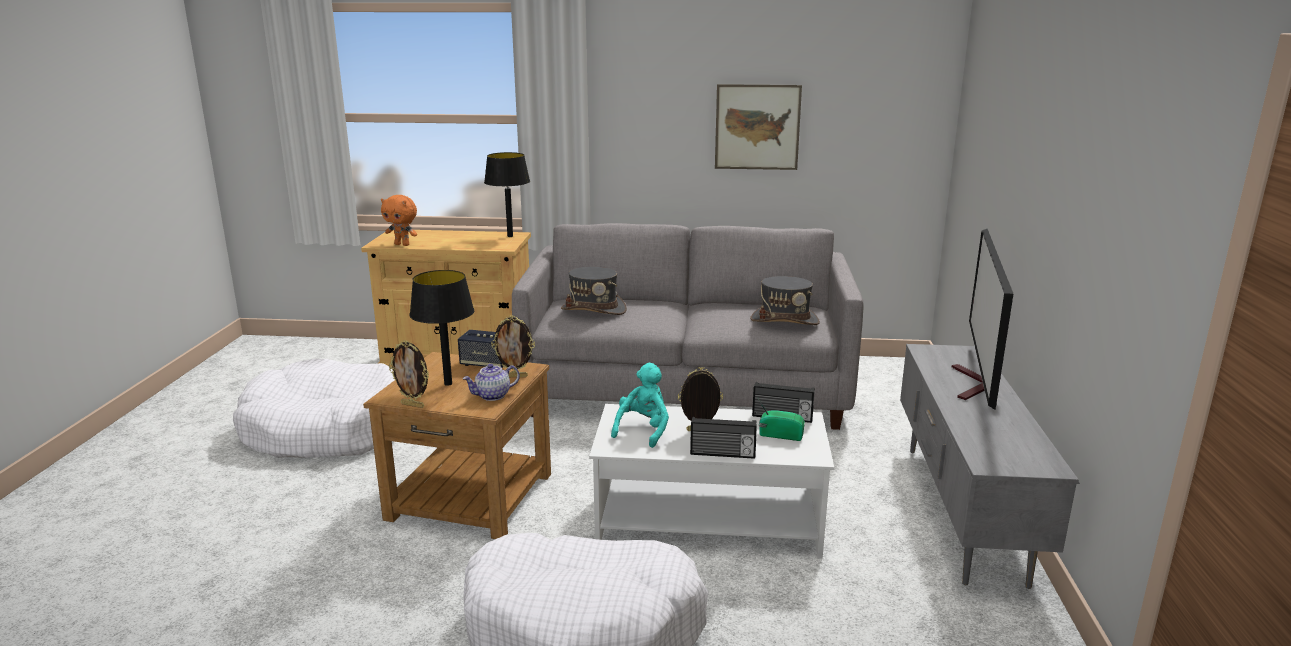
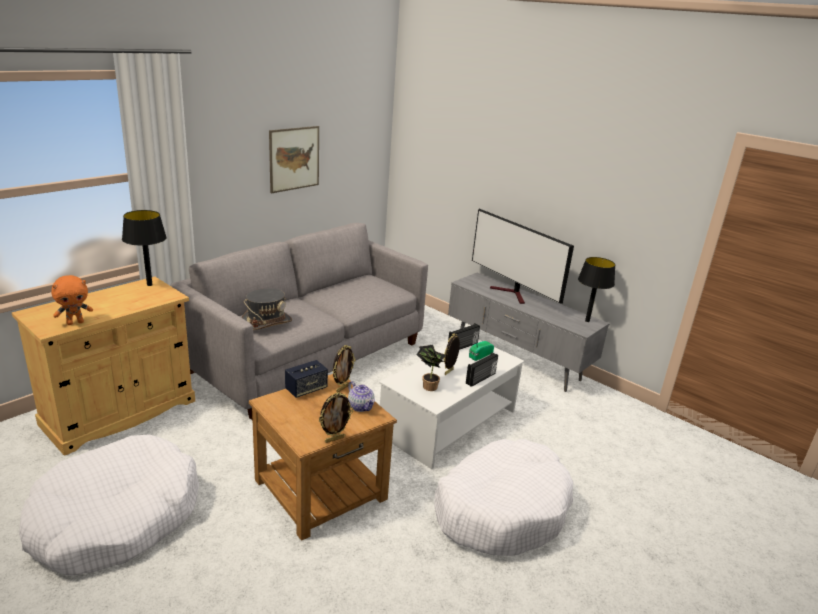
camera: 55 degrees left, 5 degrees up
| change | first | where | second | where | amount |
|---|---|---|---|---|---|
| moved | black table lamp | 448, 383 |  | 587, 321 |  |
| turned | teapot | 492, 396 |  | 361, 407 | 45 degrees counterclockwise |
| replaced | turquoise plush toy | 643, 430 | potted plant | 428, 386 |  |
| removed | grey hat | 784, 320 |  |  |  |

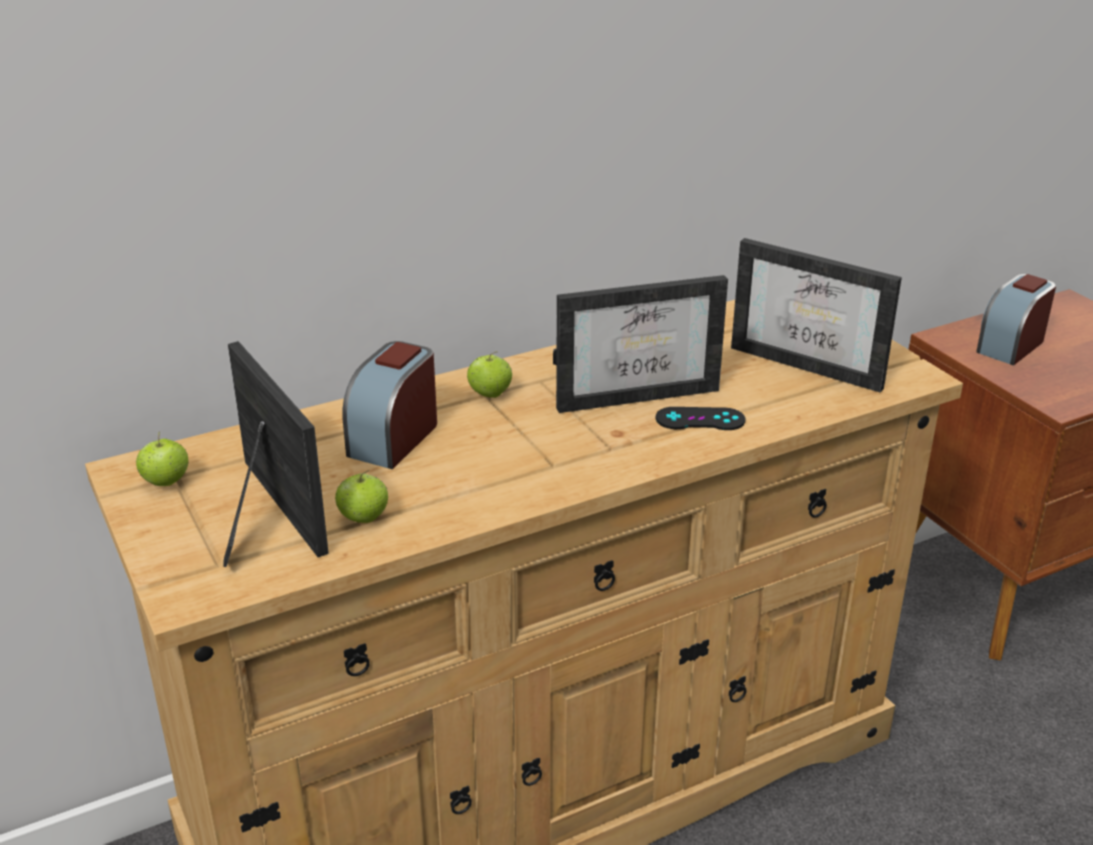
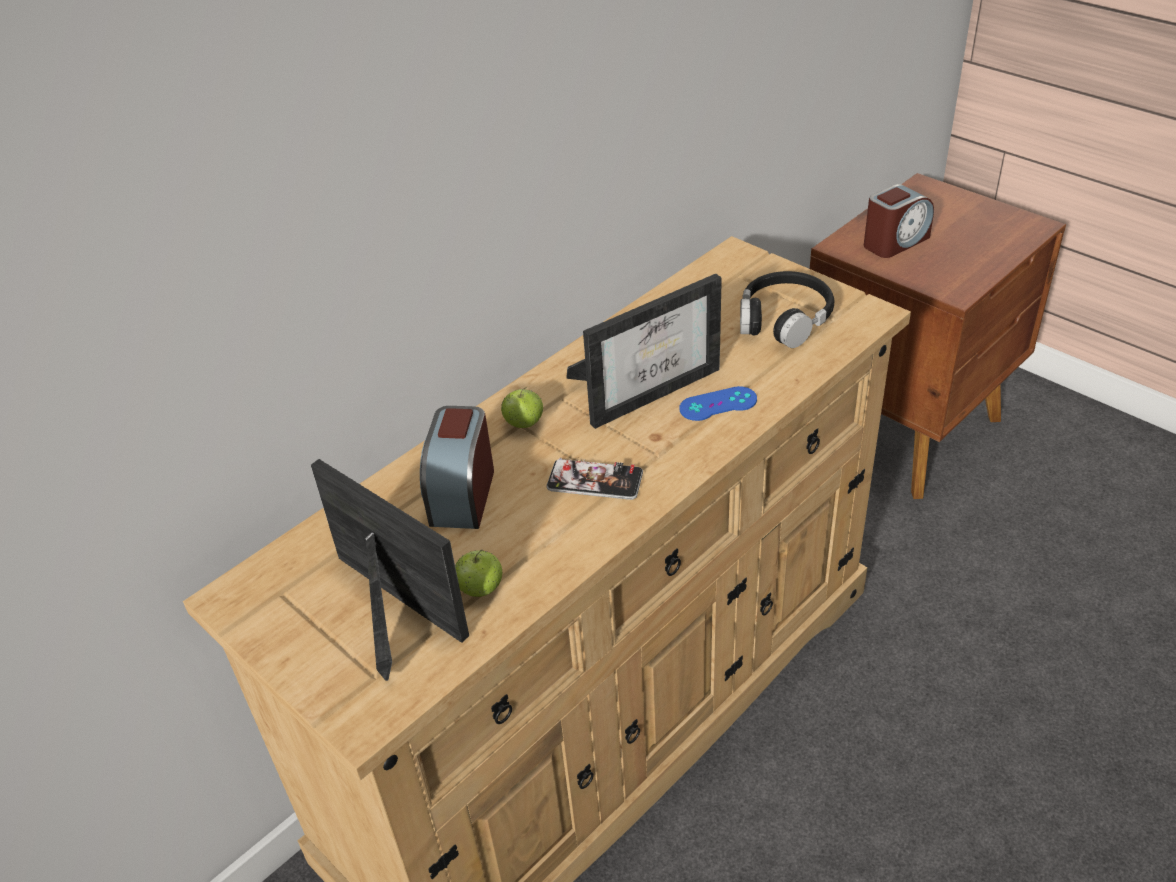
camera: 15 degrees left, 10 degrees up
| change | first | where | second | where | amount |
|---|---|---|---|---|---|
| removed | apple | 166, 483 |  |  |  |
| recoloured | black game controller | 700, 419 | blue game controller | 718, 404 |  |
| replaced | picture frame | 815, 362 | black headphones | 784, 319 |  |
| turned | alarm clock | 1010, 345 |  | 895, 242 | 150 degrees counterclockwise |
| added |  |  | phone | 595, 481 |  |

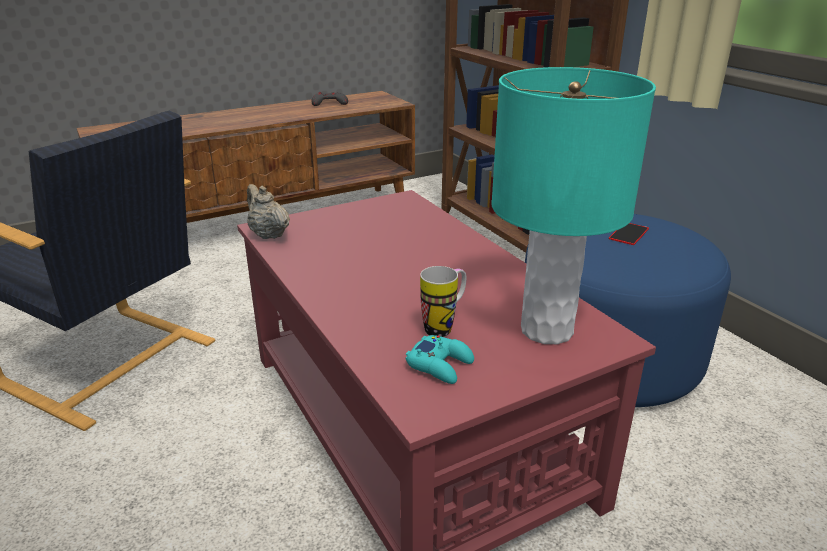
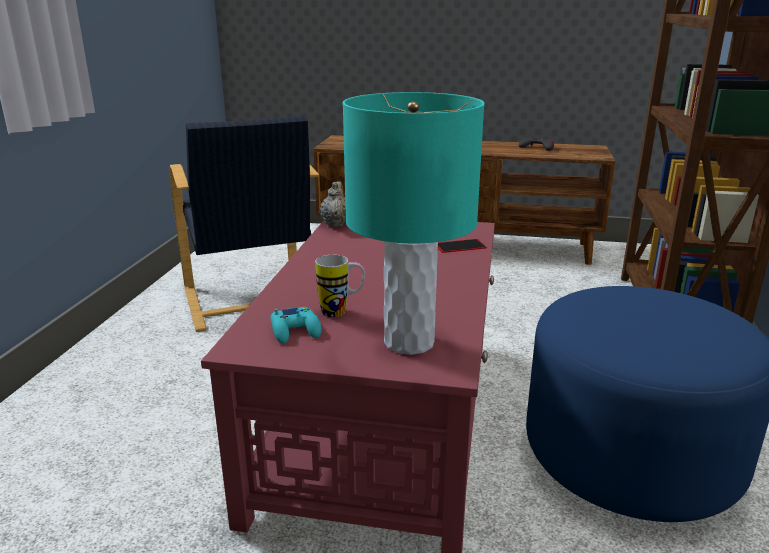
camera: 40 degrees right, 5 degrees down
| change | first | where | second | where | amount |
|---|---|---|---|---|---|
| moved | phone | 629, 233 |  | 460, 246 |  |

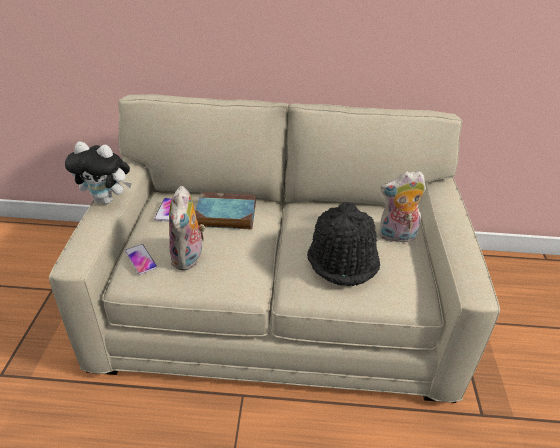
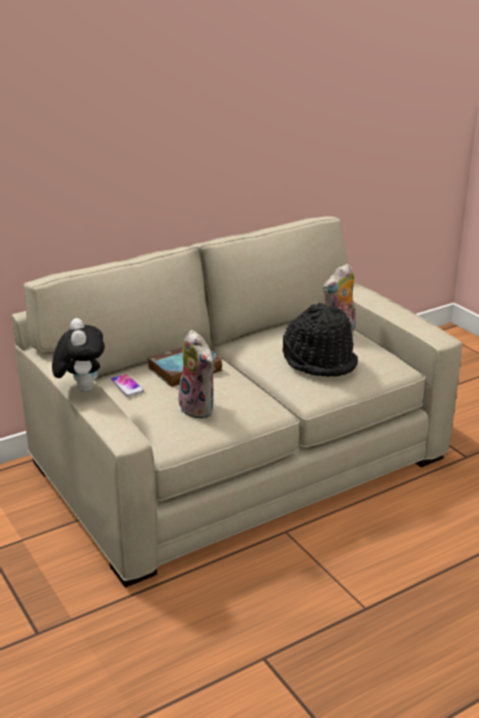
camera: 35 degrees left, 10 degrees down
| change | first | where | second | where | amount |
|---|---|---|---|---|---|
| turned | plush toy | 107, 200 |  | 81, 388 | 75 degrees counterclockwise |
| removed | phone | 140, 259 |  |  |  |

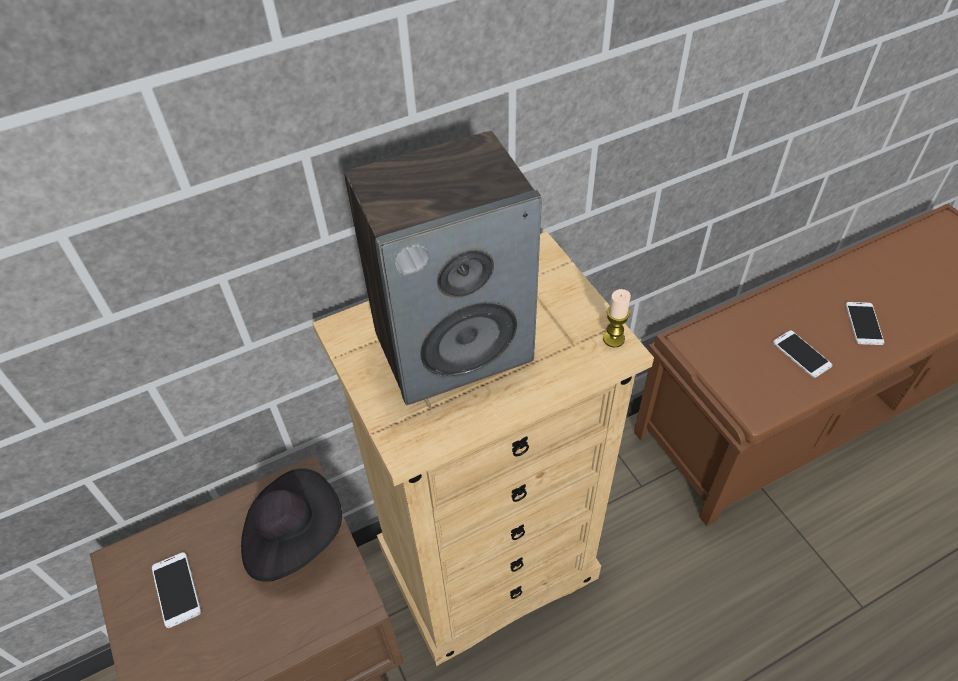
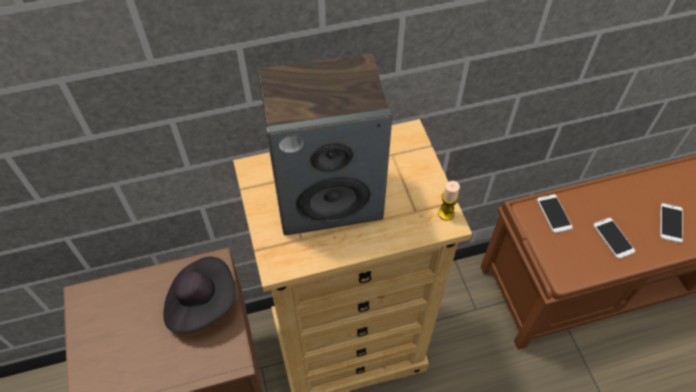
camera: 10 degrees right, 5 degrees up
| change | first | where | second | where | amount |
|---|---|---|---|---|---|
| moved | phone | 176, 589 |  | 554, 213 |  |

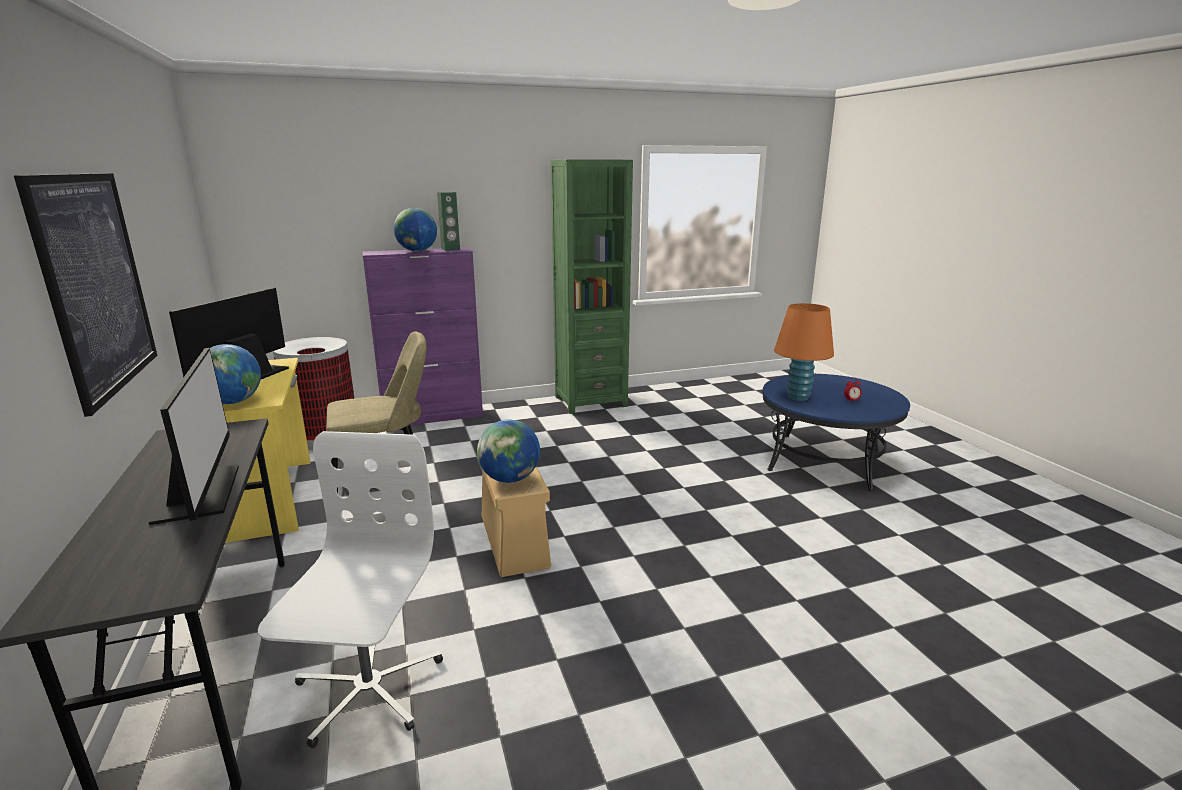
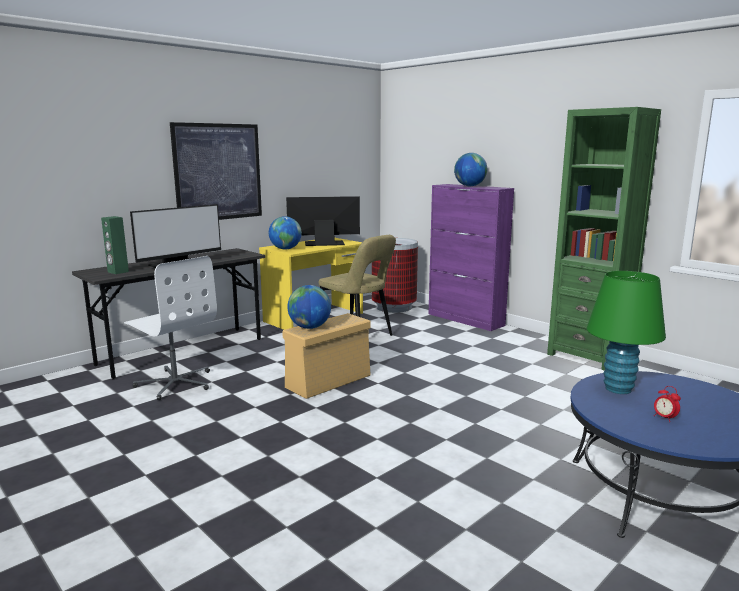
camera: 65 degrees right, 5 degrees down
| change | first | where | second | where | amount |
|---|---|---|---|---|---|
| turned | white office chair | 367, 689 |  | 175, 383 | 60 degrees clockwise |
| moved | green speaker | 450, 249 |  | 118, 272 |  |
| recoloured | orange table lamp | 798, 397 | green table lamp | 618, 389 |  |

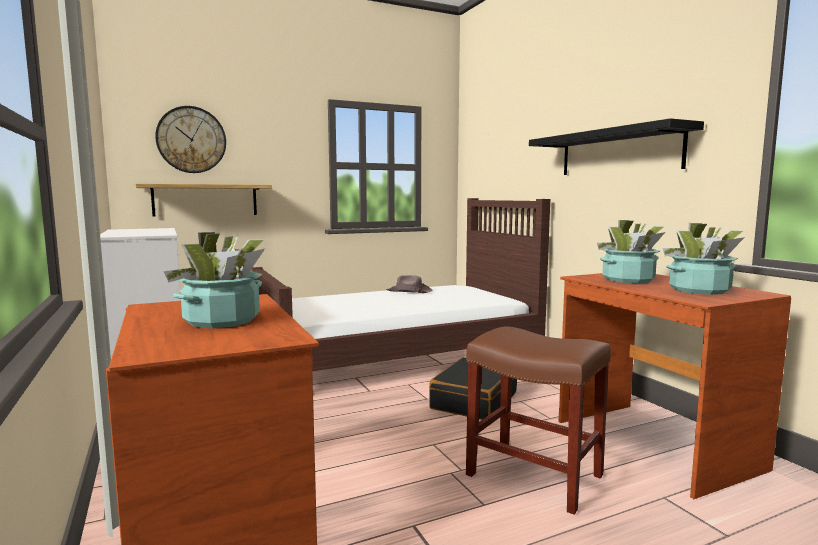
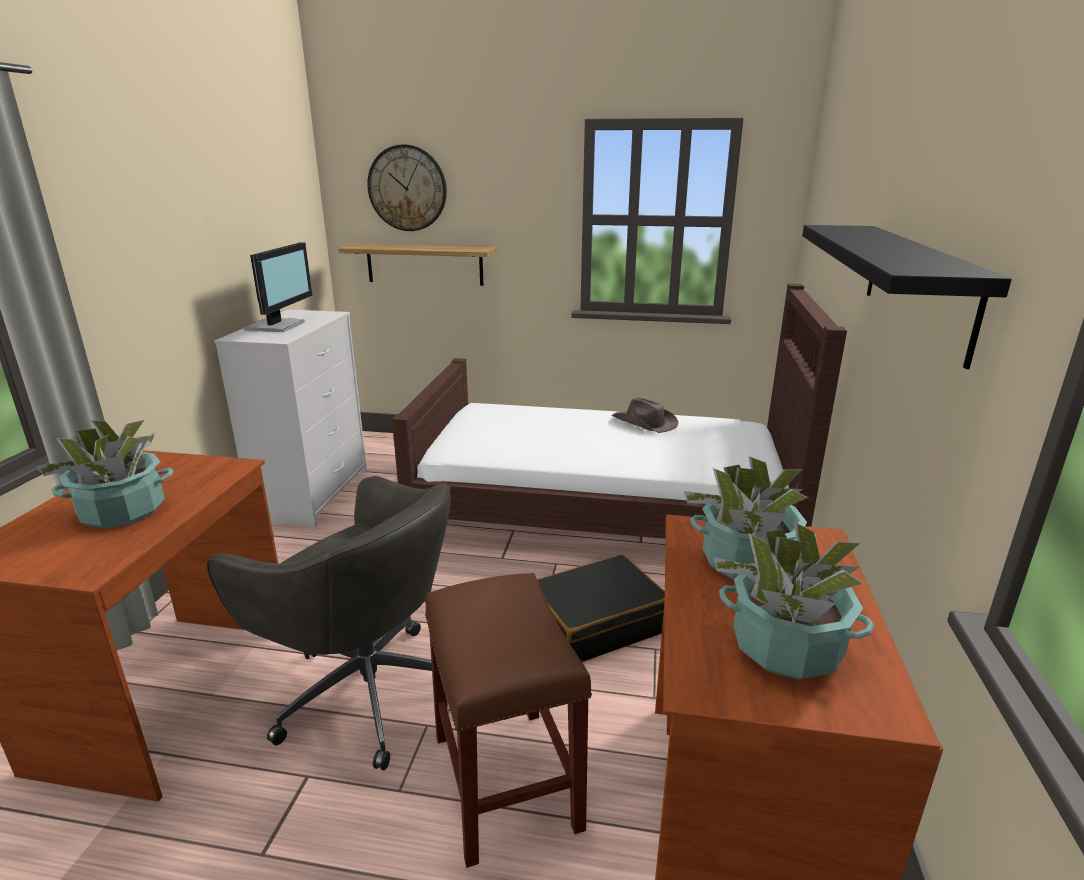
camera: 35 degrees right, 15 degrees up
| change | first | where | second | where | amount |
|---|---|---|---|---|---|
| added |  |  | grey office chair | 366, 689 |  |
| added |  |  | monitor | 278, 326 |  |

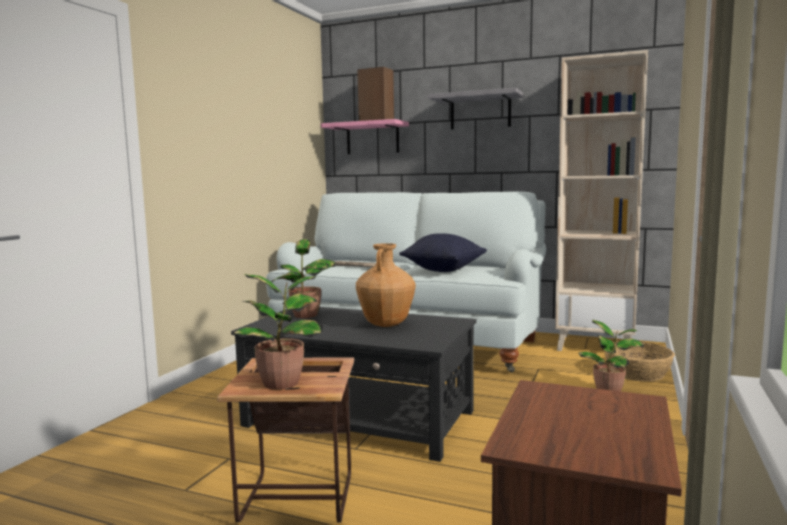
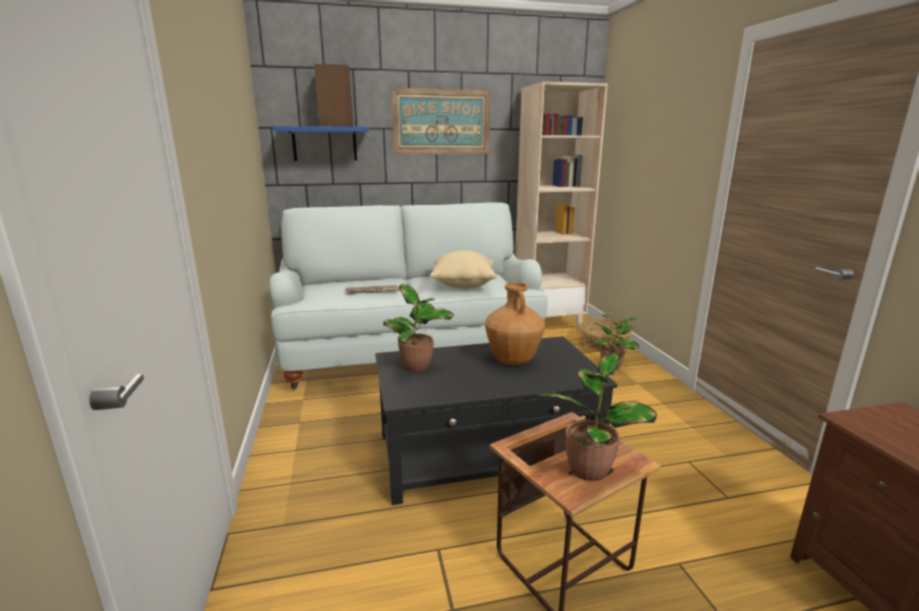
camera: 35 degrees left, 10 degrees up
| change | first | where | second | where | amount |
|---|---|---|---|---|---|
| recoloured | pink shelf | 372, 138 | blue shelf | 324, 144 |  |
| recoloured | black pillow | 443, 270 | beige pillow | 463, 285 |  |
| replaced | grey shelf | 480, 112 | picture | 441, 122 |  |

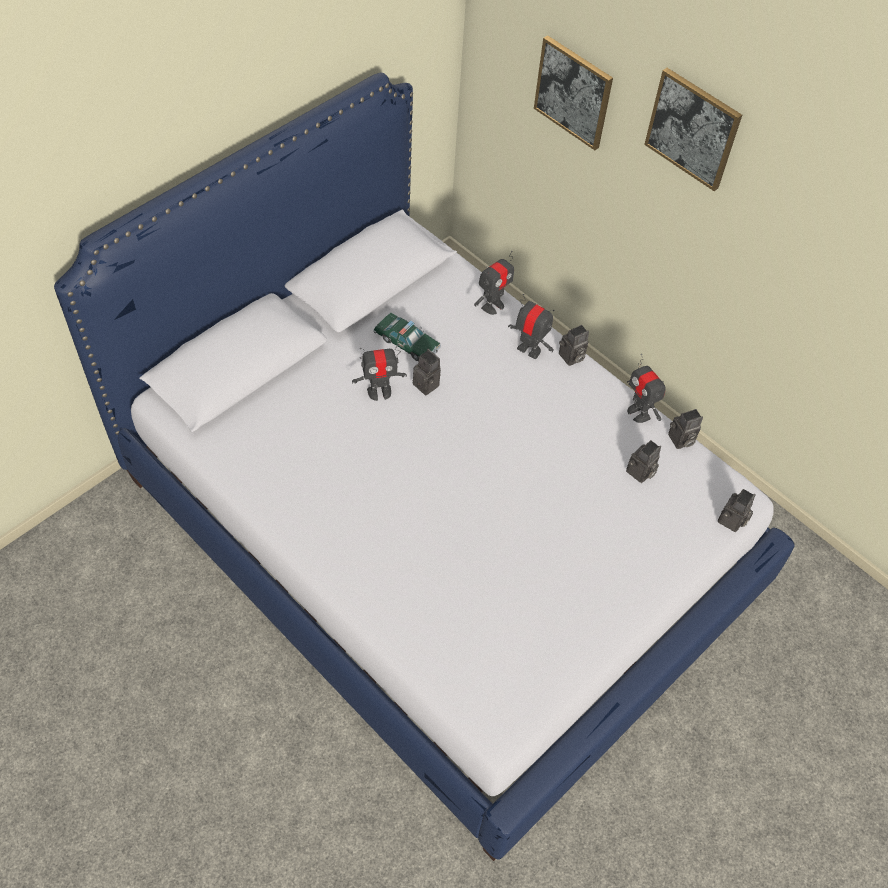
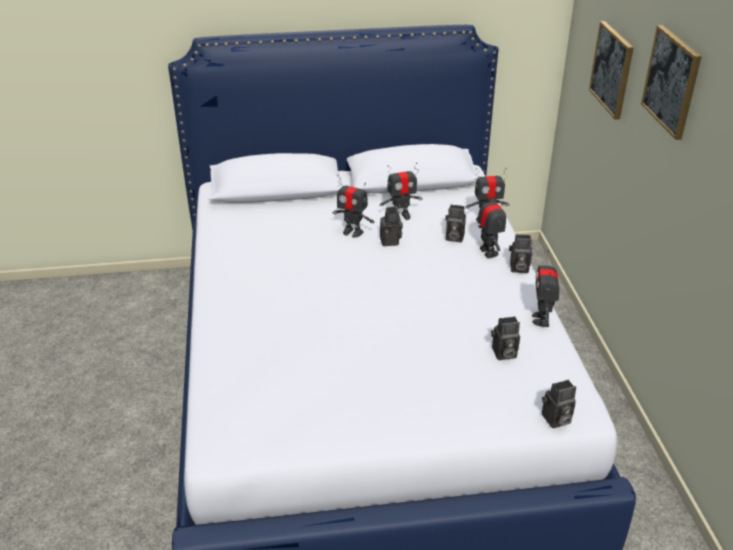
camera: 40 degrees right, 20 degrees down
| change | first | where | second | where | amount |
|---|---|---|---|---|---|
| replaced | toy car | 407, 343 | toy robot | 400, 216 |  |
| moved | photo camera | 680, 440 |  | 453, 237 |  |

